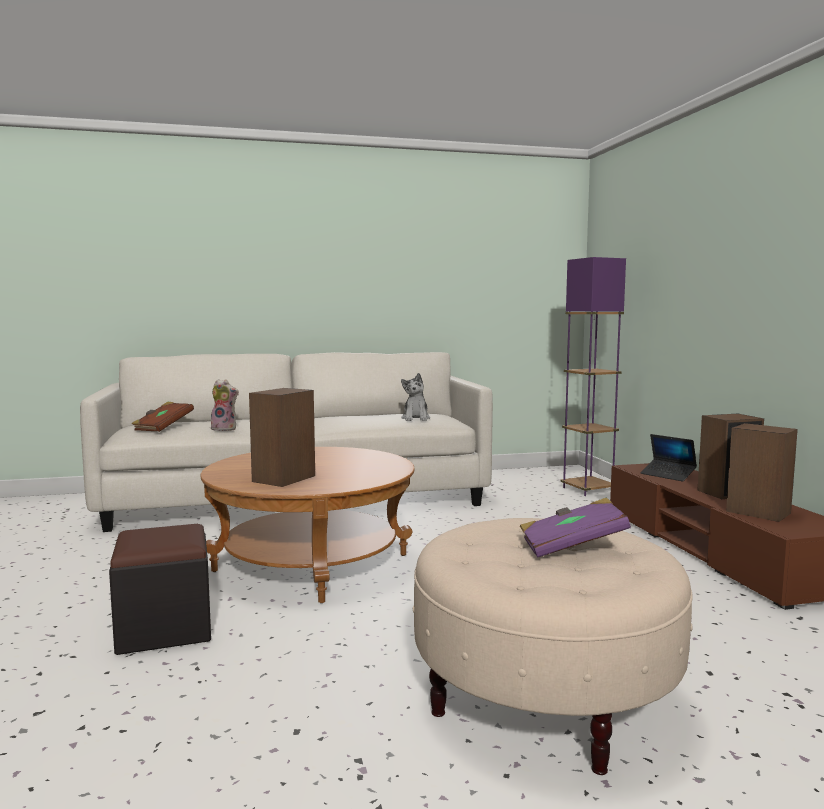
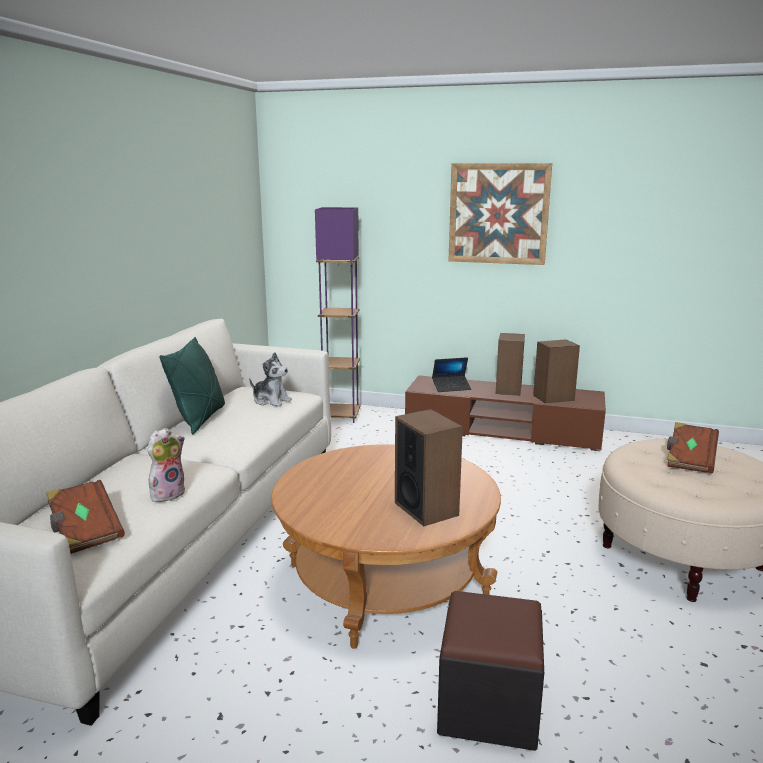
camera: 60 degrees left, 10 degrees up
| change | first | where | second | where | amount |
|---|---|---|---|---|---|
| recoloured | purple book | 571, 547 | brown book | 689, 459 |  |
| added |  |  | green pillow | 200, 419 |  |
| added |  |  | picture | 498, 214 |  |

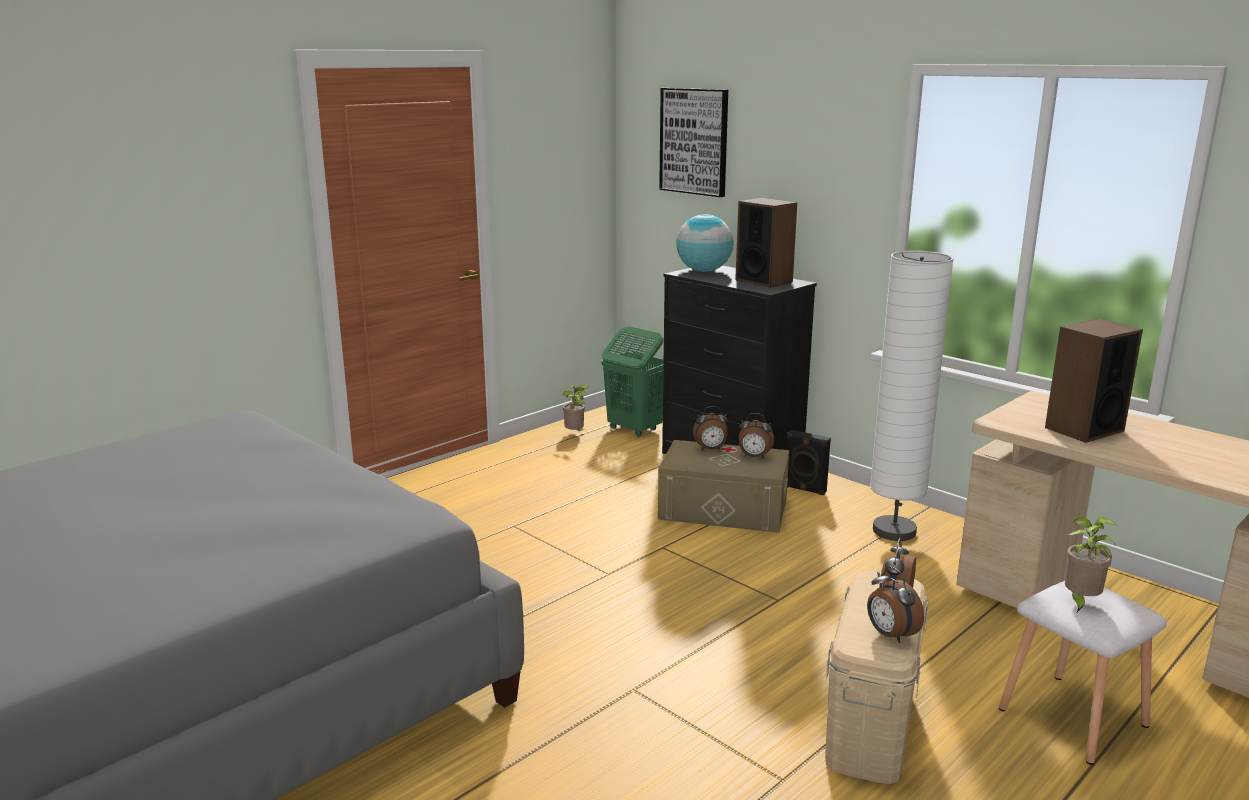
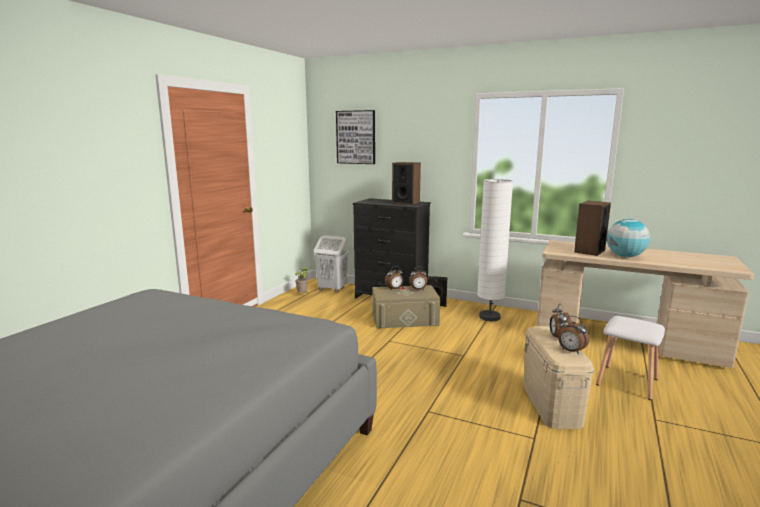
camera: 20 degrees left, 5 degrees down
| change | first | where | second | where | amount |
|---|---|---|---|---|---|
| recoloured | green laundry basket | 634, 429 | white laundry basket | 332, 289 |  |
| moved | globe | 704, 271 |  | 625, 256 |  |
| removed | potted plant | 1080, 602 |  |  |  |

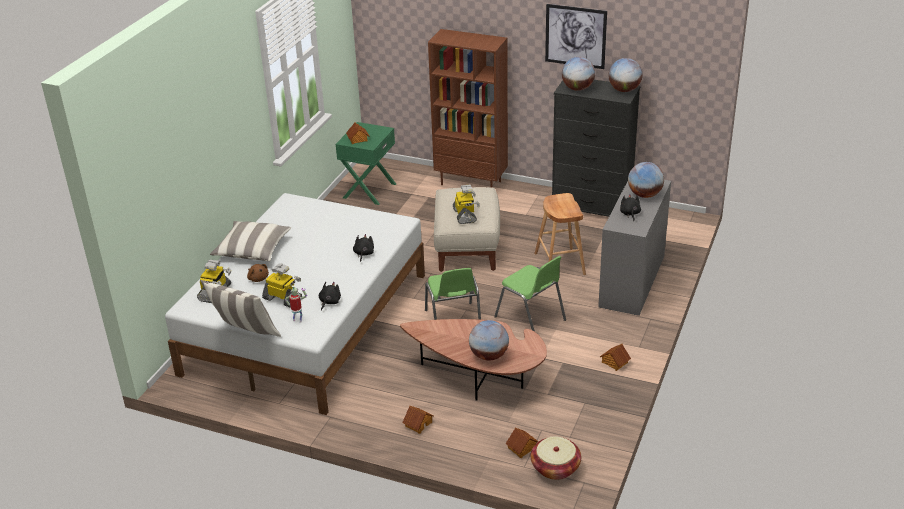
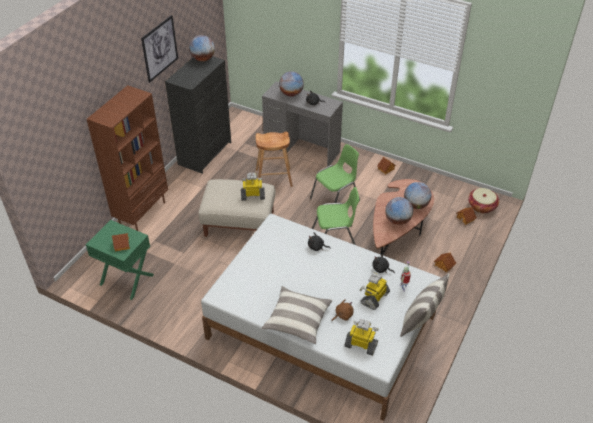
camera: 85 degrees left, 10 degrees up
| change | first | where | second | where | amount |
|---|---|---|---|---|---|
| moved | globe | 578, 88 |  | 397, 220 |  |

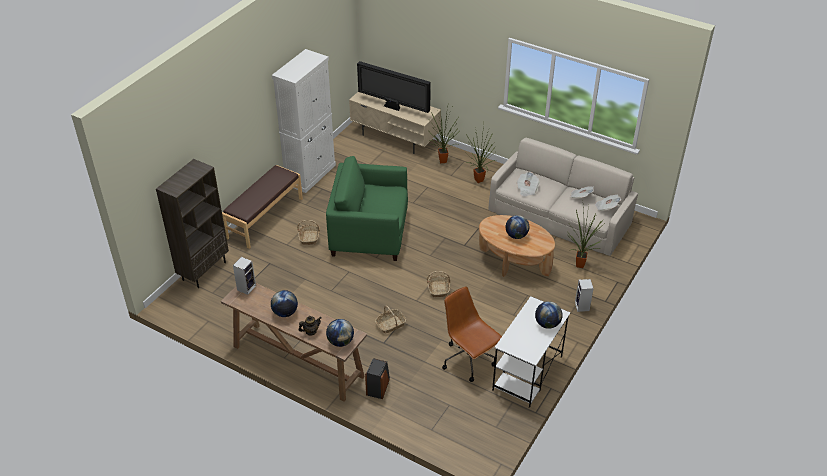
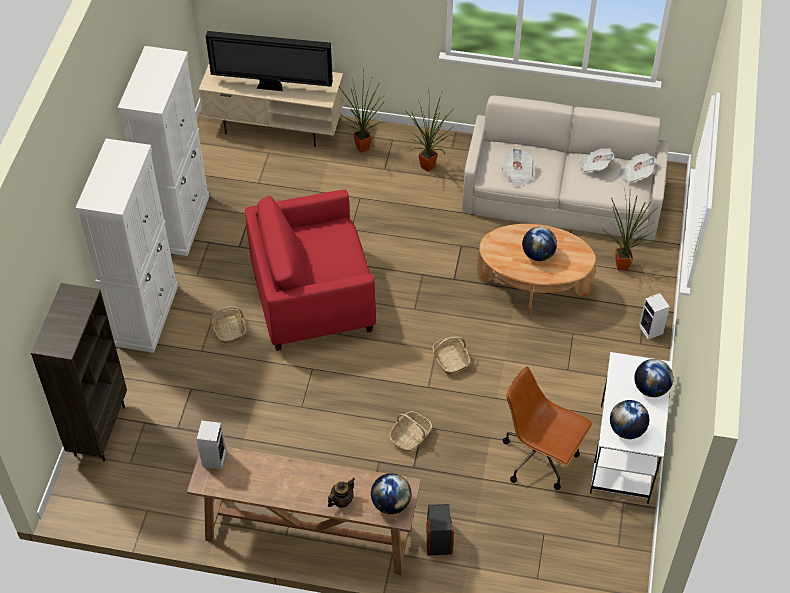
camera: 20 degrees left, 10 degrees up
| change | first | where | second | where | amount |
|---|---|---|---|---|---|
| replaced | brown bench | 264, 218 | white cabinet | 146, 315 |  |
| moved | globe | 285, 313 |  | 627, 430 |  |
| recoloured | green armchair | 369, 233 | red armchair | 313, 297 |  |

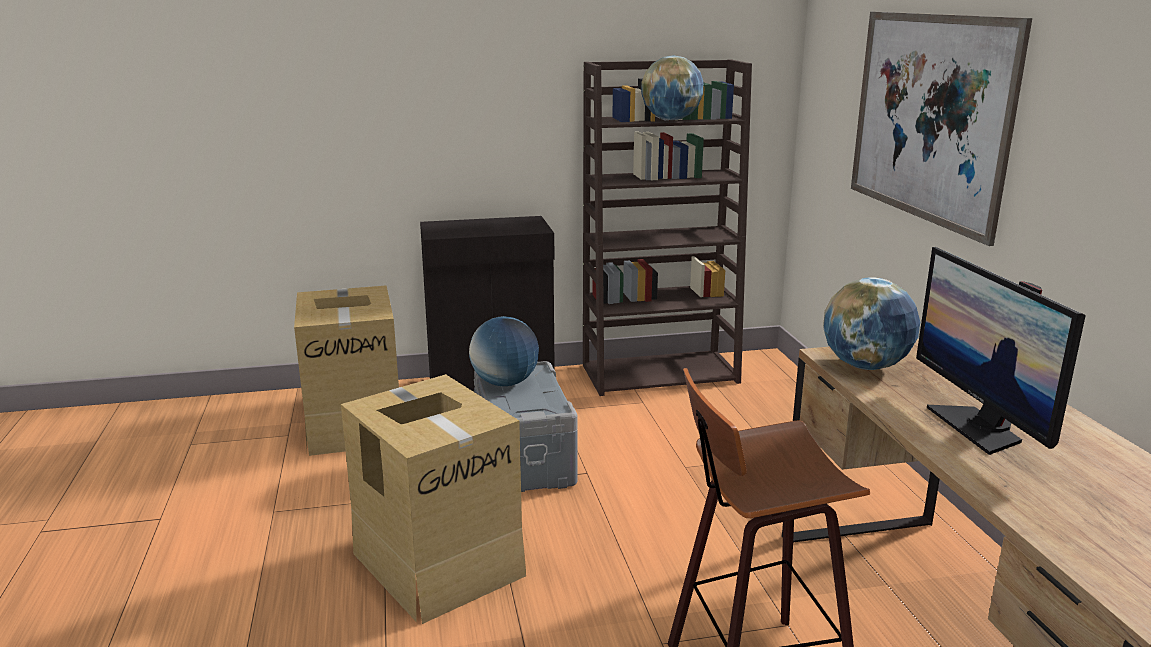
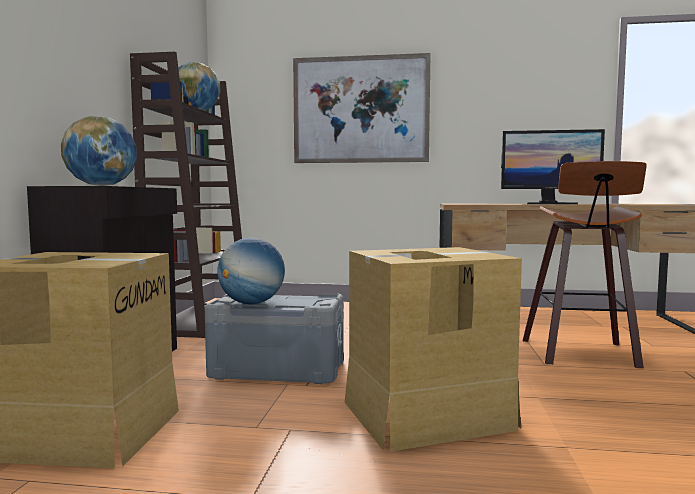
camera: 70 degrees left, 15 degrees down
| change | first | where | second | where | amount |
|---|---|---|---|---|---|
| moved | globe | 866, 366 |  | 102, 186 |  |

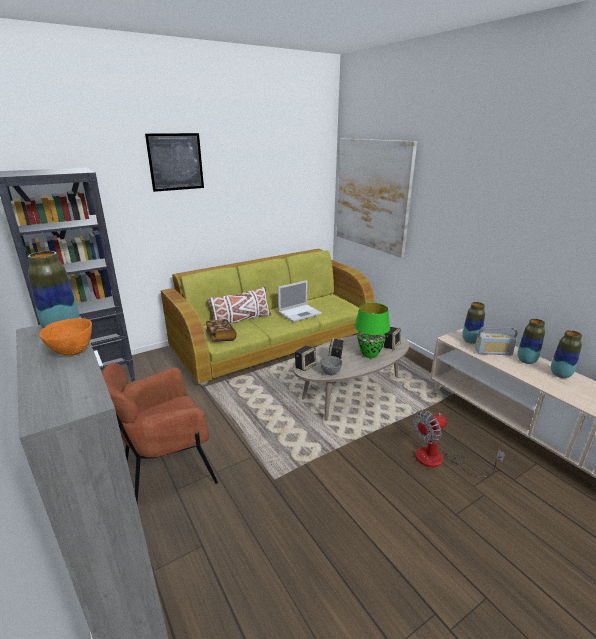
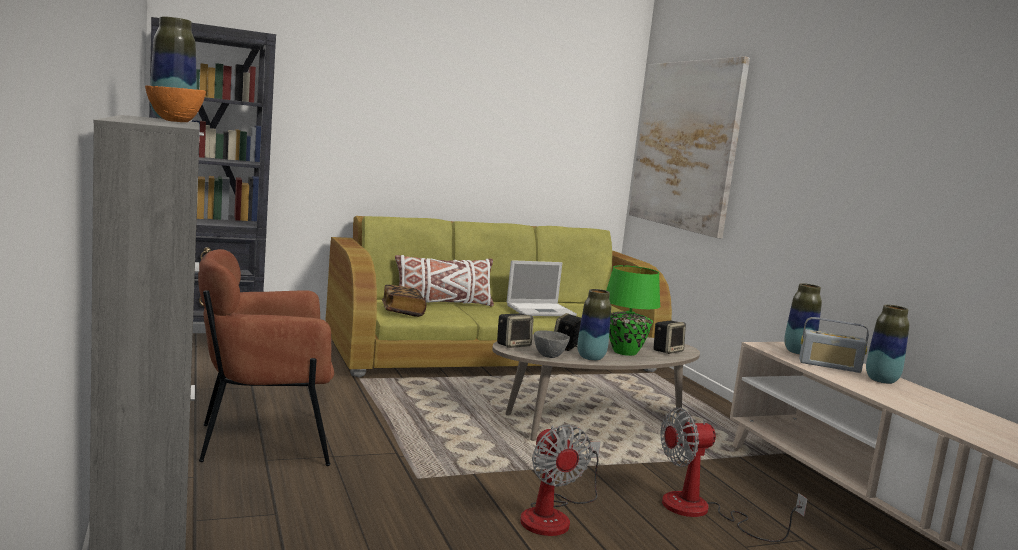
camera: 10 degrees right, 15 degrees down
| change | first | where | second | where | amount |
|---|---|---|---|---|---|
| removed | picture | 175, 162 |  |  |  |
| moved | vase | 560, 375 |  | 591, 358 |  |
| added |  |  | fan | 554, 516 |  |

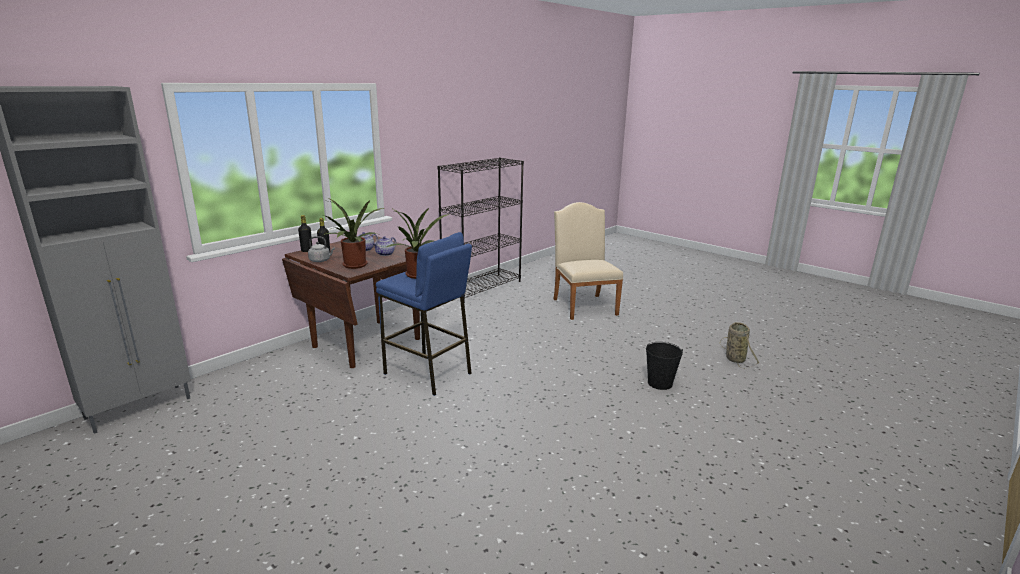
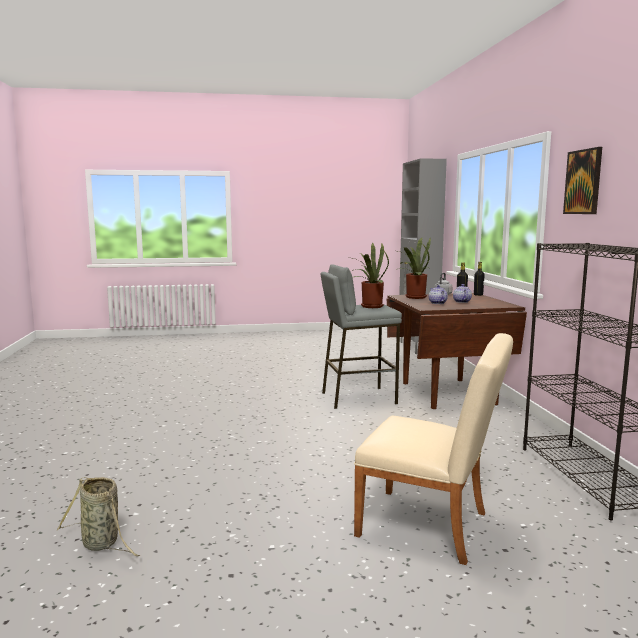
camera: 130 degrees right, 10 degrees down
| change | first | where | second | where | amount |
|---|---|---|---|---|---|
| recoloured | blue stool | 428, 373 | grey stool | 358, 398 |  |
| removed | black bucket | 660, 383 |  |  |  |
| added |  |  | picture | 583, 182 |  |

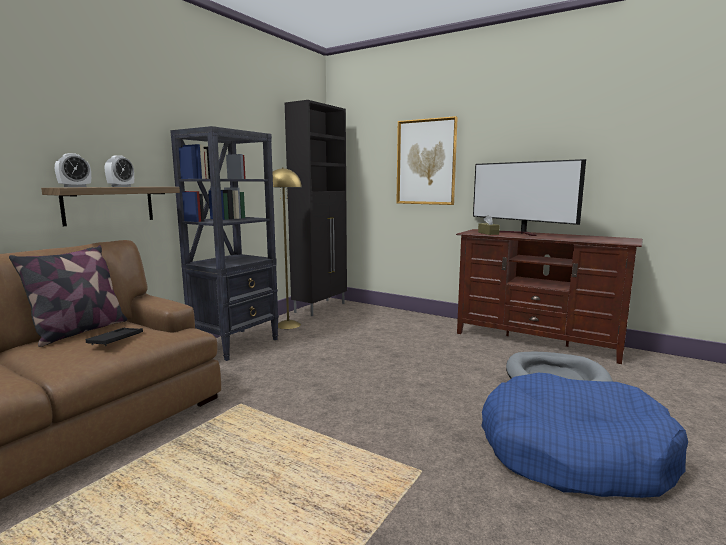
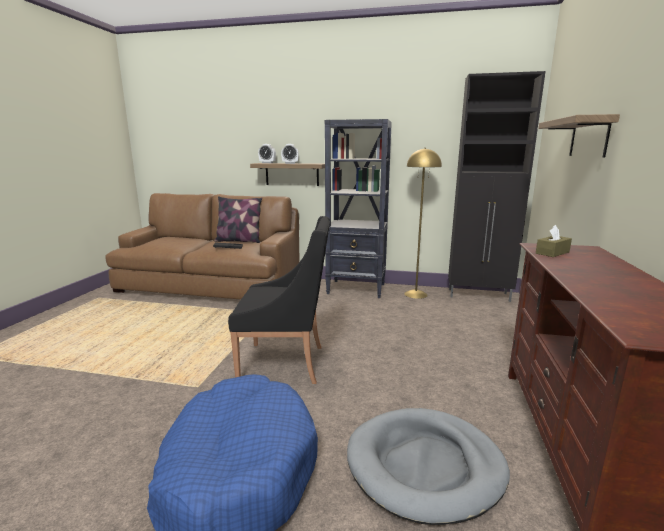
camera: 70 degrees right, 5 degrees up
| change | first | where | second | where | amount |
|---|---|---|---|---|---|
| replaced | picture | 426, 162 | shelf | 589, 137 |  |
| removed | television | 521, 233 |  |  |  |
| added |  |  | black armchair | 286, 363 |  |

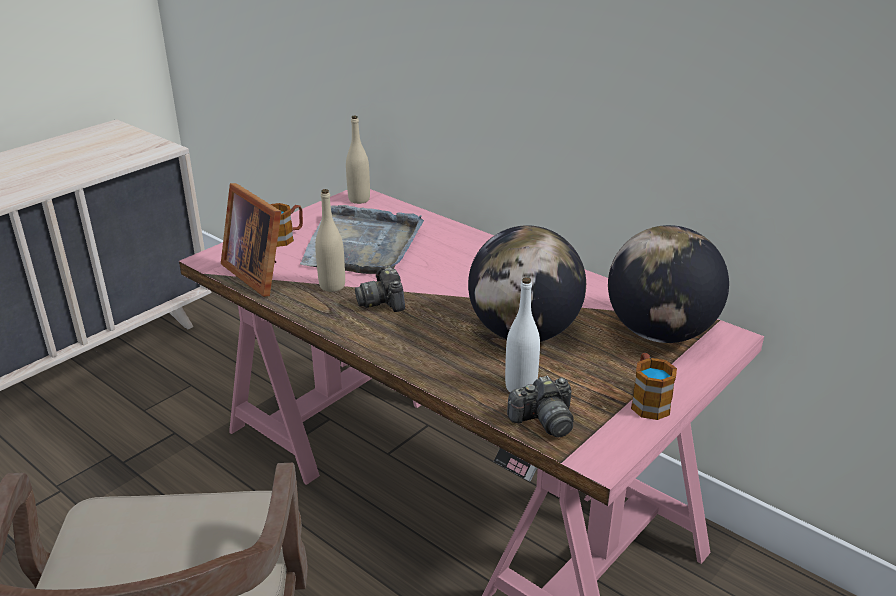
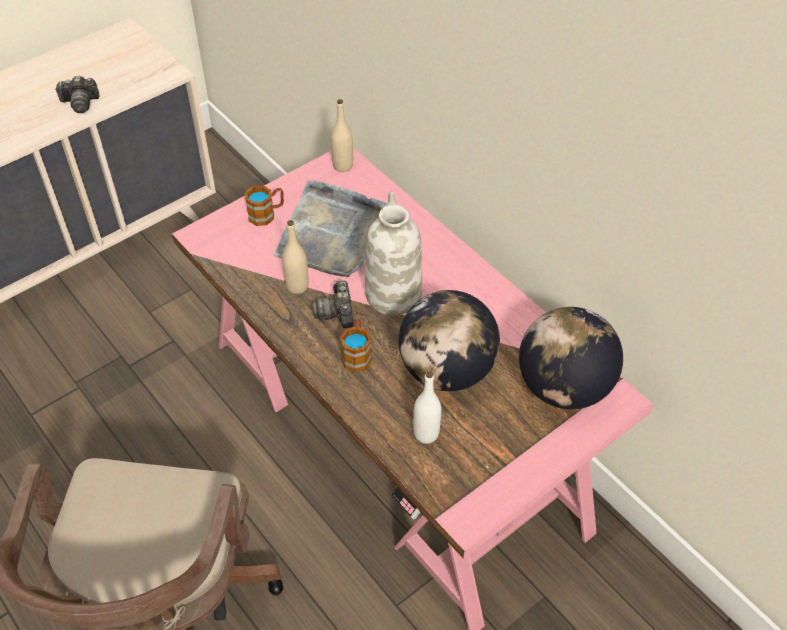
camera: 10 degrees right, 20 degrees up
| change | first | where | second | where | amount |
|---|---|---|---|---|---|
| removed | picture frame | 259, 273 |  |  |  |
| moved | photo camera | 544, 421 |  | 80, 103 |  |
| moved | mug | 648, 401 |  | 357, 354 |  |
| added |  |  | white vase | 392, 293 |  |

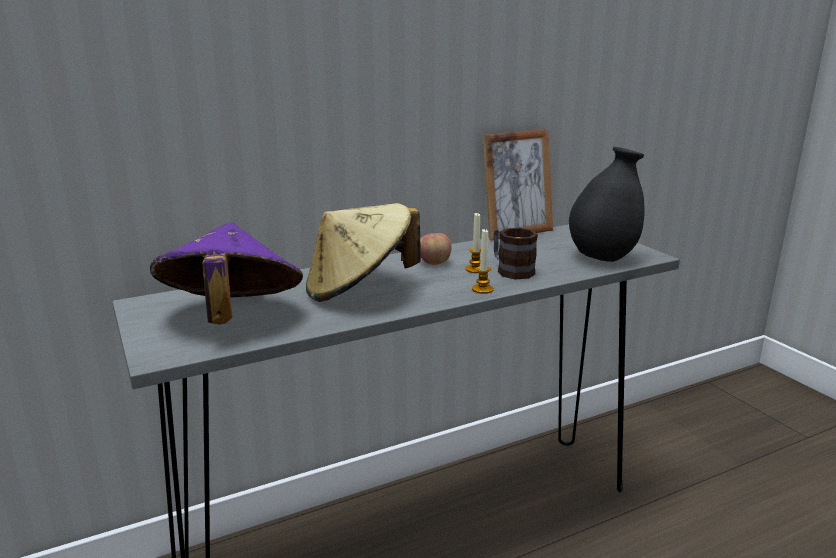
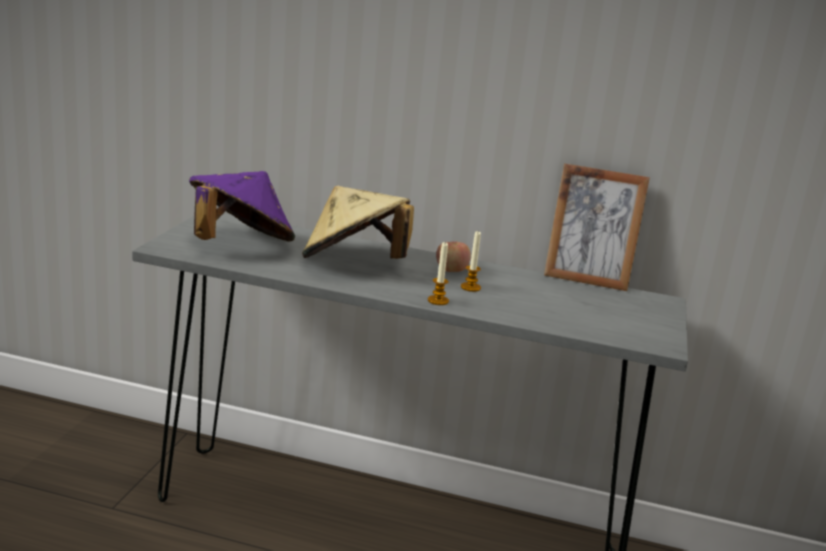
camera: 40 degrees right, 0 degrees up
| change | first | where | second | where | amount |
|---|---|---|---|---|---|
| removed | mug | 510, 270 |  |  |  |
| removed | black vase | 602, 258 |  |  |  |

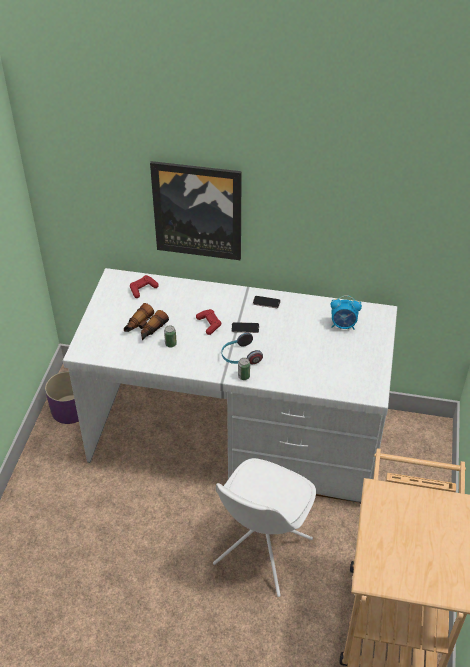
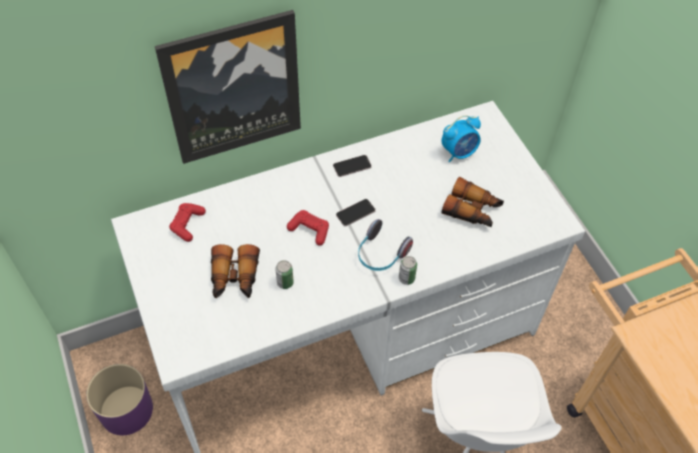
camera: 35 degrees left, 10 degrees up
| change | first | where | second | where | amount |
|---|---|---|---|---|---|
| added |  |  | binoculars | 472, 210 |  |

